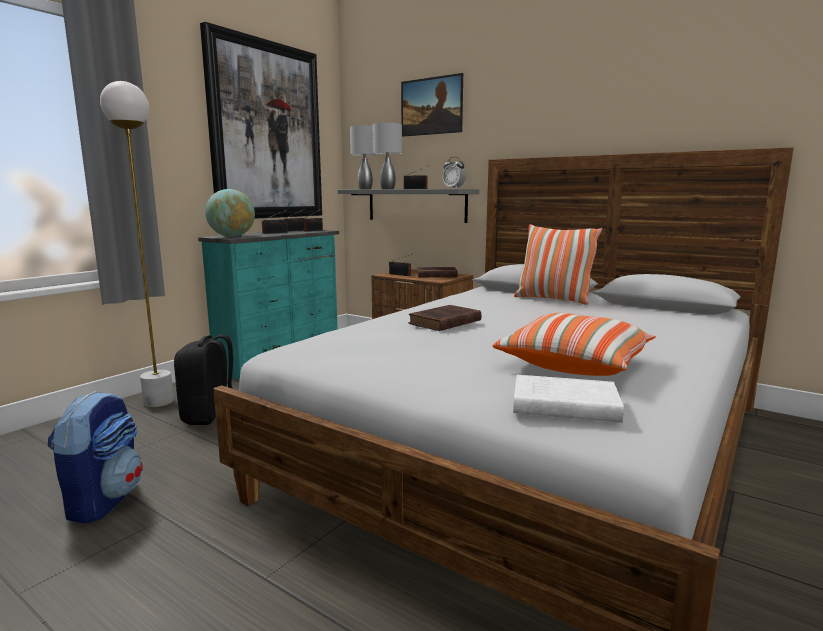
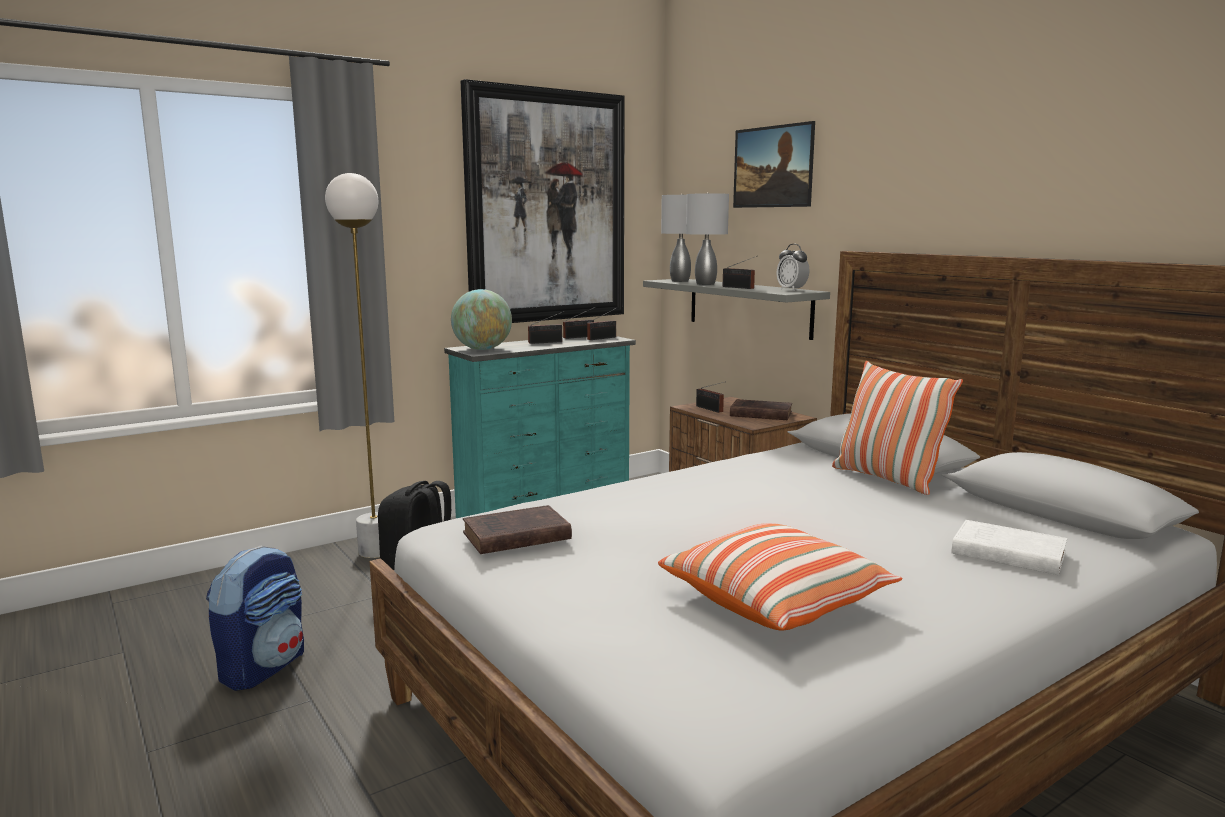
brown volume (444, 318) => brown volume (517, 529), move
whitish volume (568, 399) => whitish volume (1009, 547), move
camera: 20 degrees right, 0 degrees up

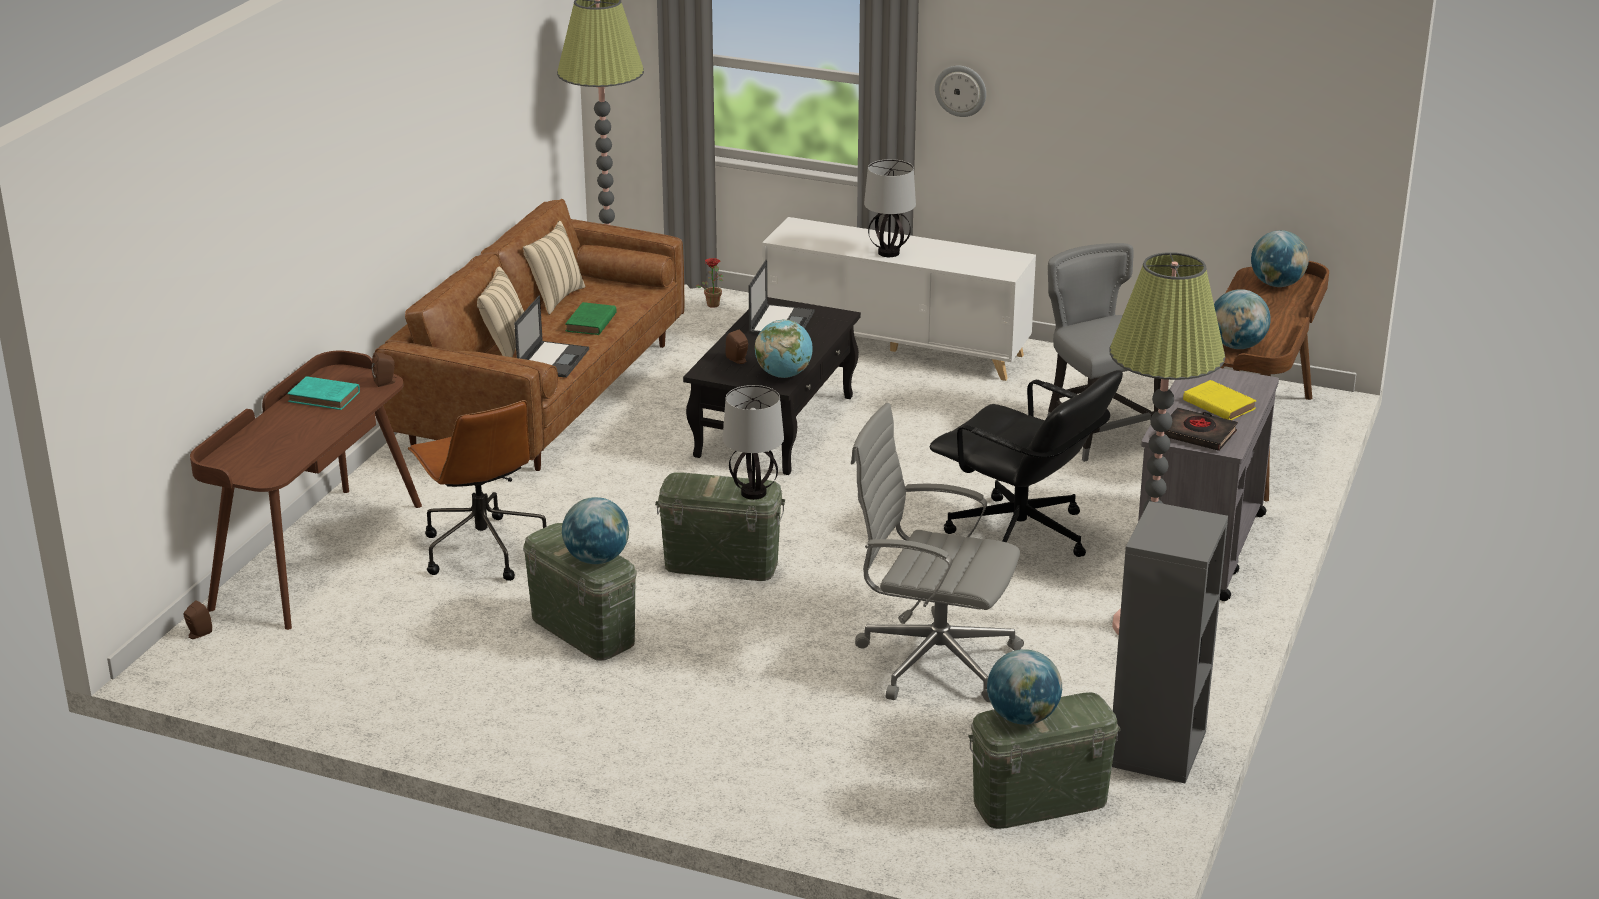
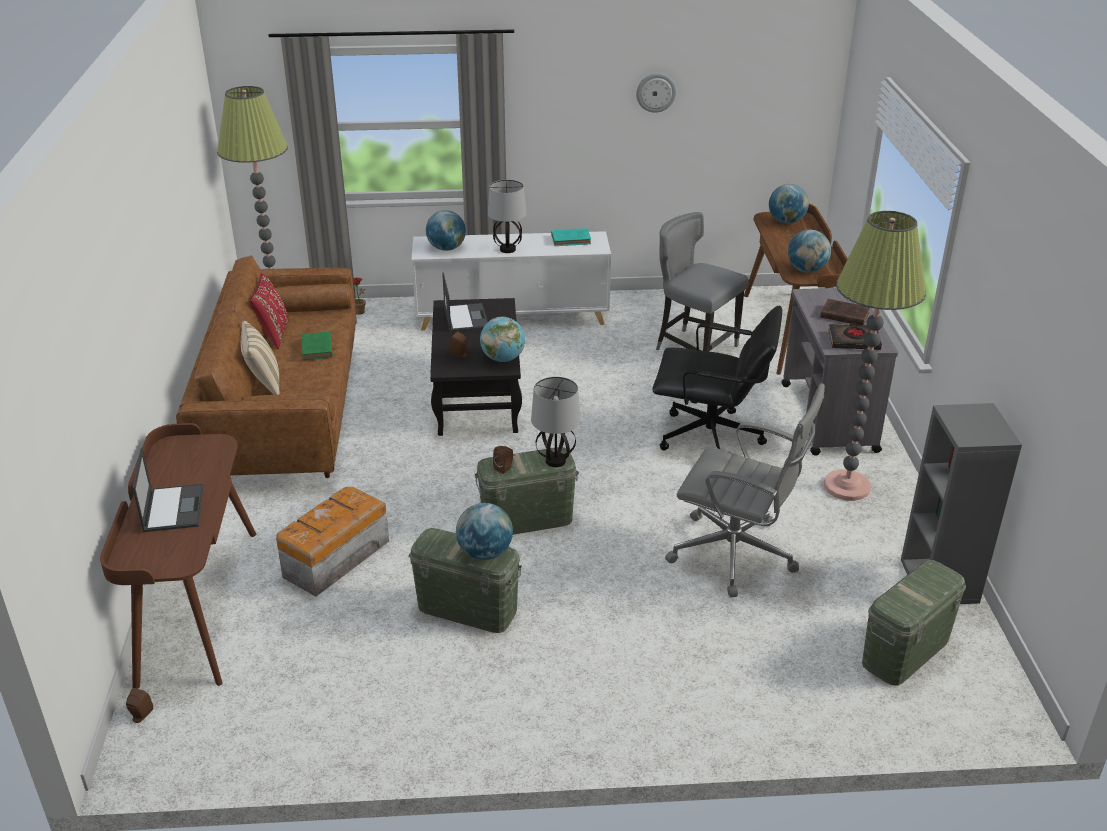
clock on the wall (960, 91) => clock on the wall (656, 93), move
beige pillow (554, 267) => red-coloured pillow (269, 311)
portable computer (551, 337) => portable computer (168, 489), move
brown loudspeaker (383, 369) => brown loudspeaker (503, 460), move
blue-green volume (324, 393) => blue-green volume (571, 237), move
yellowish volume (1220, 400) => brown volume (845, 312)
brown computer chair (477, 490) => storage bin (332, 541)
greyish computer chair (937, 552) => greyish computer chair (745, 490), 150 degrees counterclockwise
world globe (1024, 687) => world globe (446, 230), move
camera: 25 degrees left, 5 degrees up

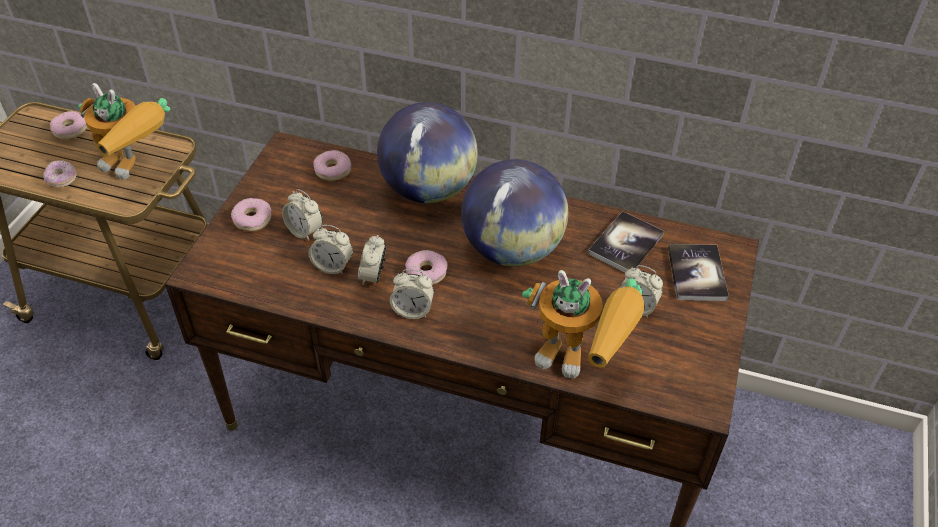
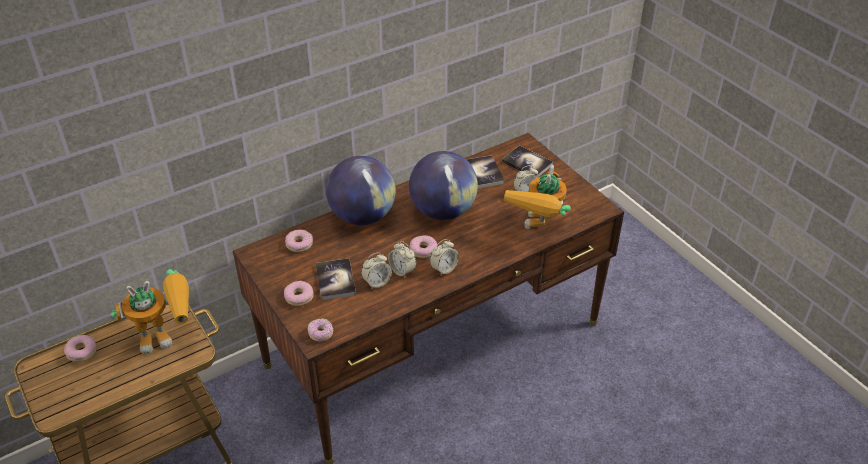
ring doughnut (60, 173) => ring doughnut (320, 330), move
table clock (302, 215) => volume (336, 279)
toy robot (583, 324) => toy robot (537, 197), 135 degrees clockwise
camera: 50 degrees left, 5 degrees down

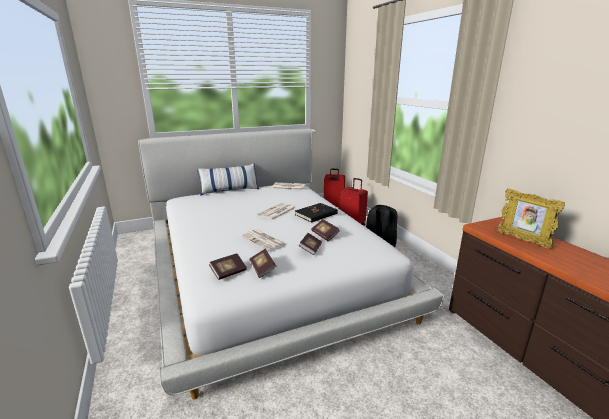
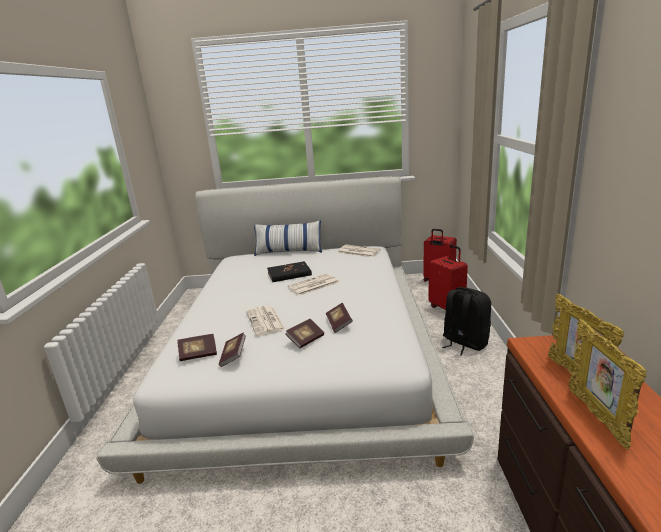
black-coloured volume (316, 213) => black-coloured volume (289, 271), move
nothing => picture frame (607, 384)
camera: 25 degrees right, 0 degrees up

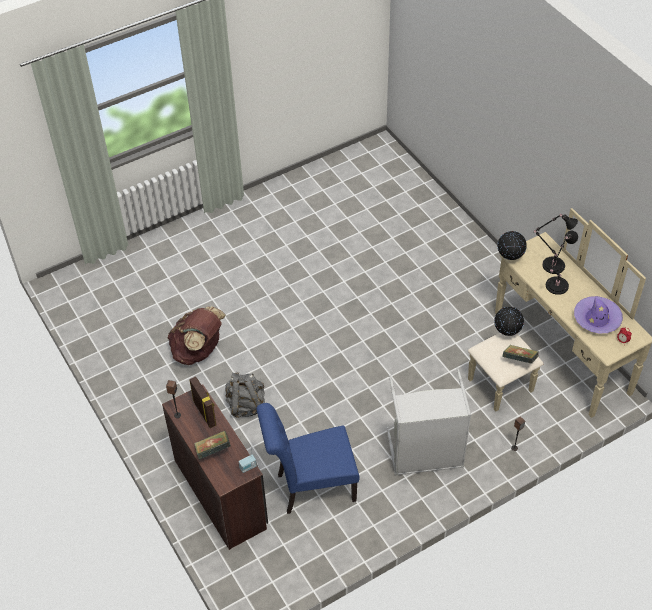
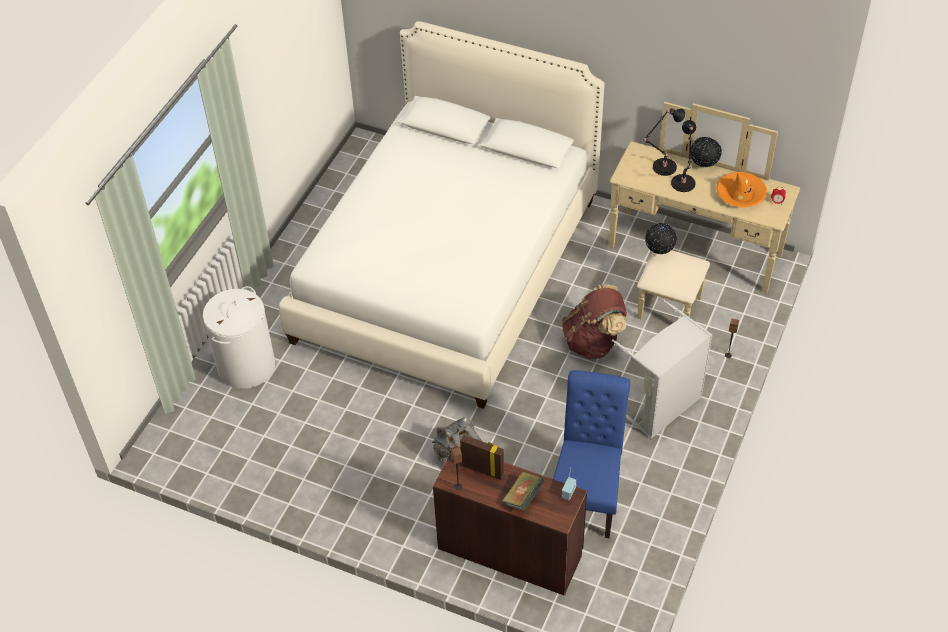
world globe (512, 245) => world globe (706, 152), move
purplish clothing hat (598, 315) => orange-coloured clothing hat (741, 189)
brown backpack (196, 335) => brown backpack (594, 321), move
volume (521, 354) => nothing
blue chair (308, 458) => blue chair (591, 454), 150 degrees clockwise
nothing => whitish sleeping bed (442, 215)
nothing => whitish laundry basket (239, 337)
camera: 35 degrees left, 0 degrees up

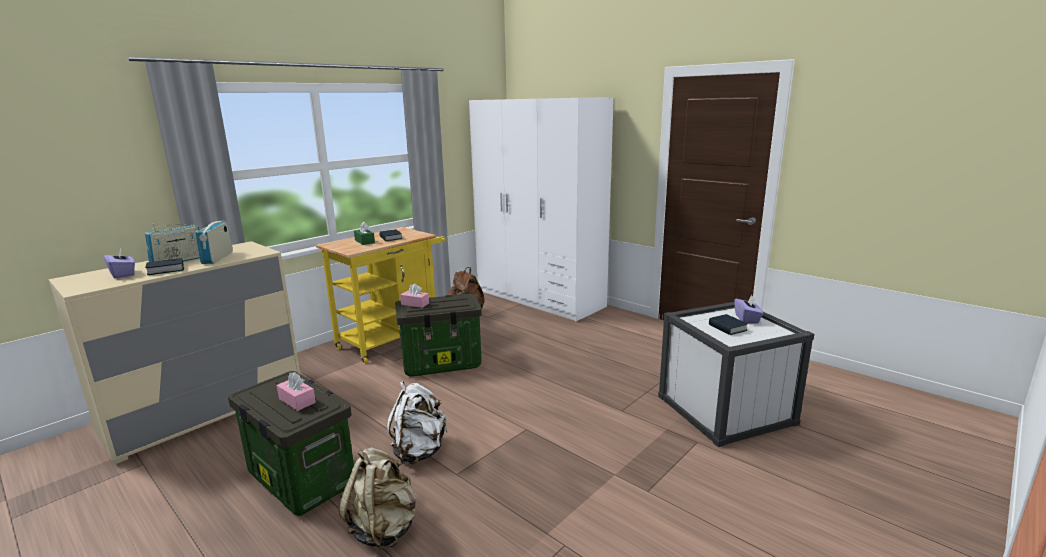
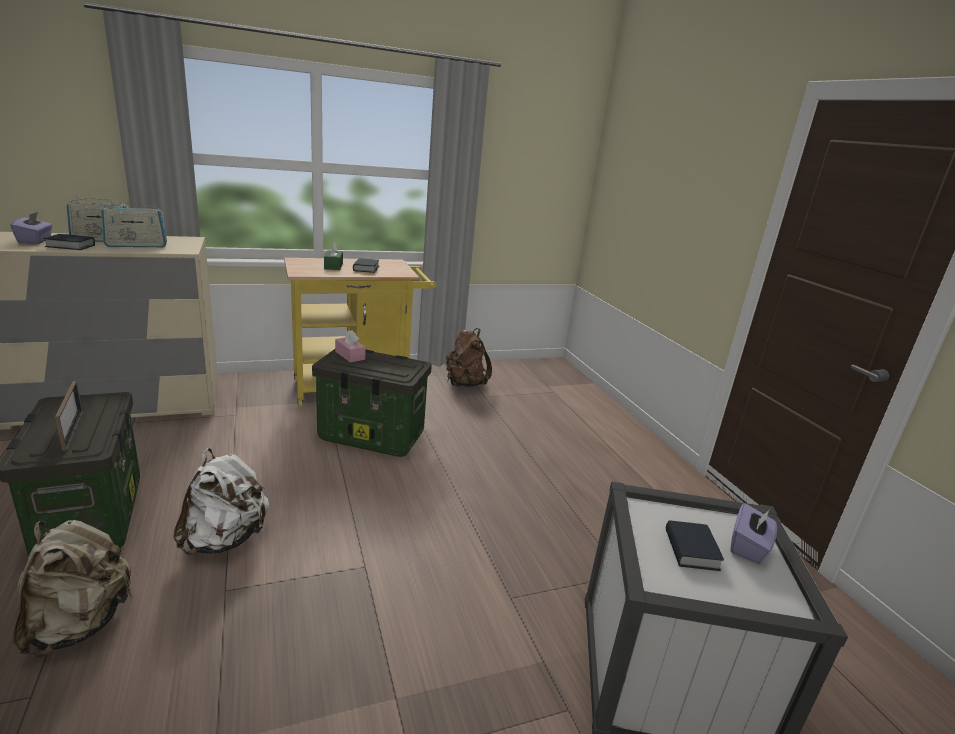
whitish clothes cupboard (541, 209) => nothing
radio set (214, 240) => radio set (134, 223), 135 degrees counterclockwise
pink tissue box (296, 391) => picture frame (69, 416)
camera: 25 degrees right, 5 degrees up

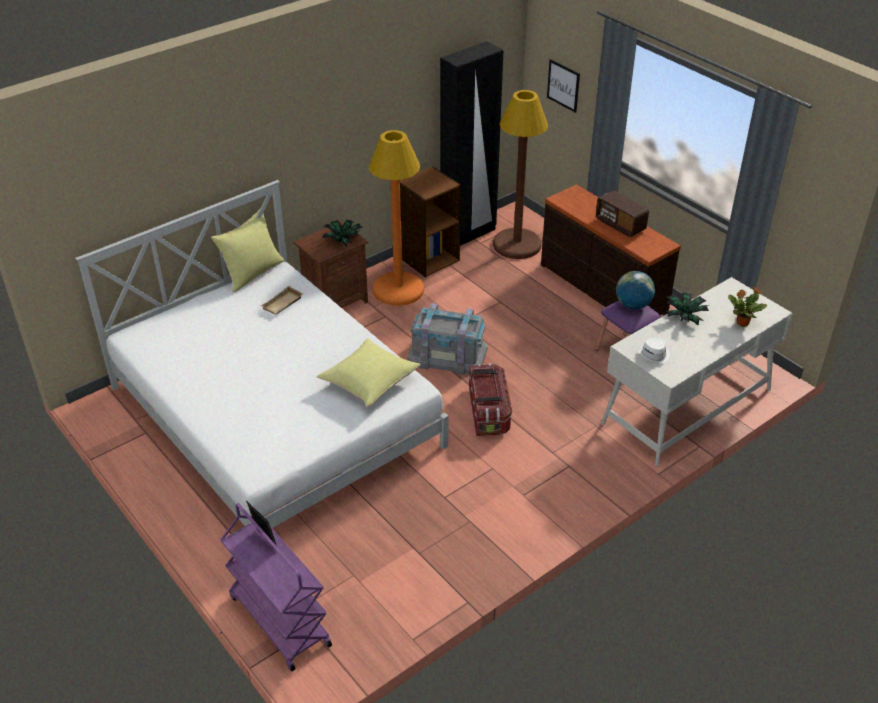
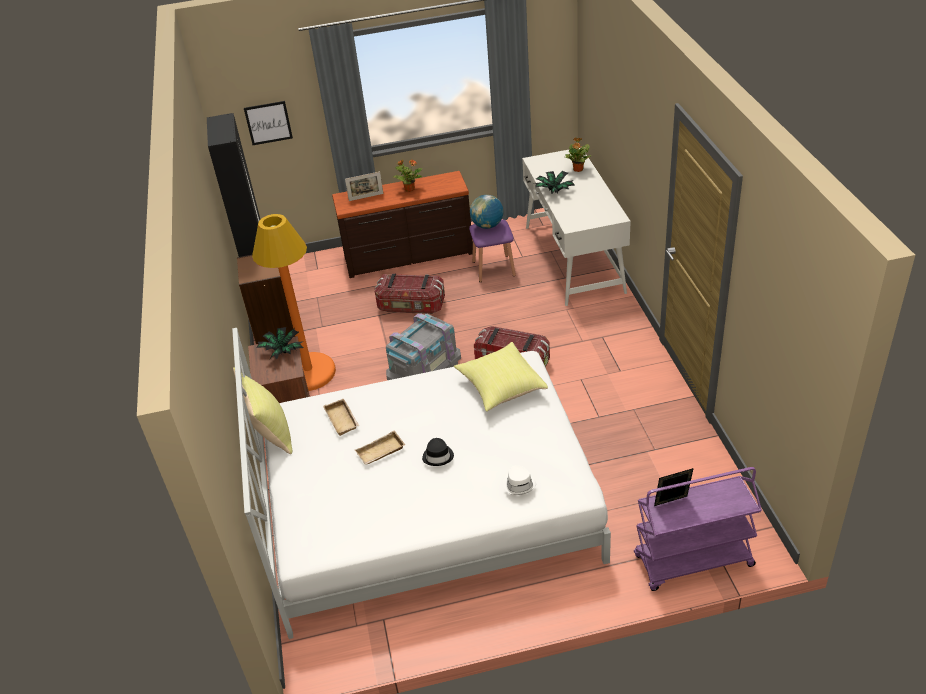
brown standard lamp (520, 174) => nothing
radio set (622, 213) => plant in a pot (408, 175)
whitish clothing hat (654, 351) => whitish clothing hat (519, 480), move
nothing => picture frame (364, 186)
nothing => storage bin (410, 293)
nothing => beige tray (380, 447)
nothing => black-coloured clothing hat (438, 452)
camera: 60 degrees left, 0 degrees up

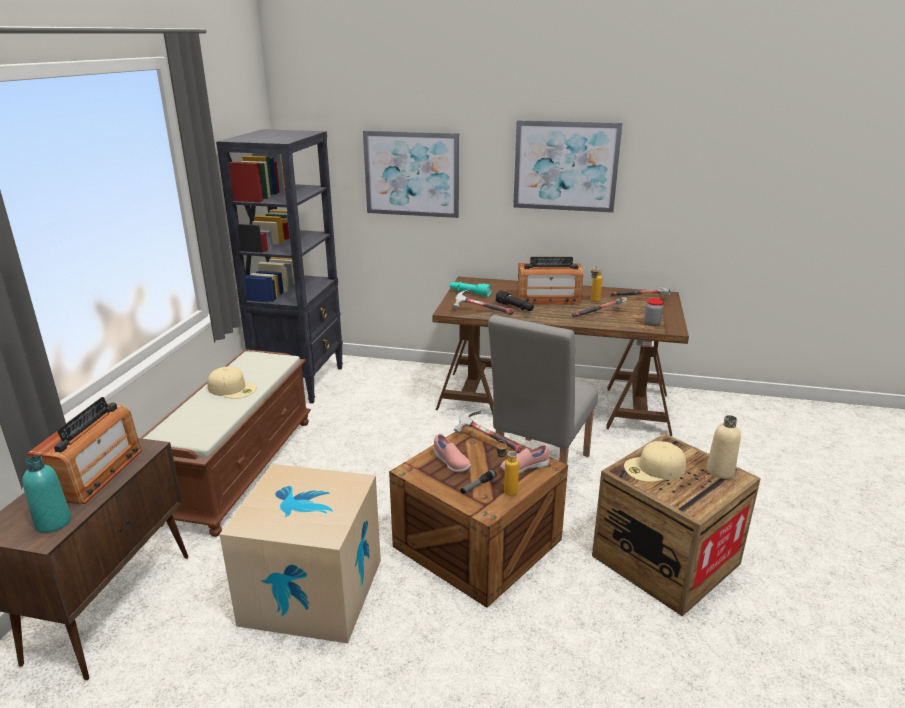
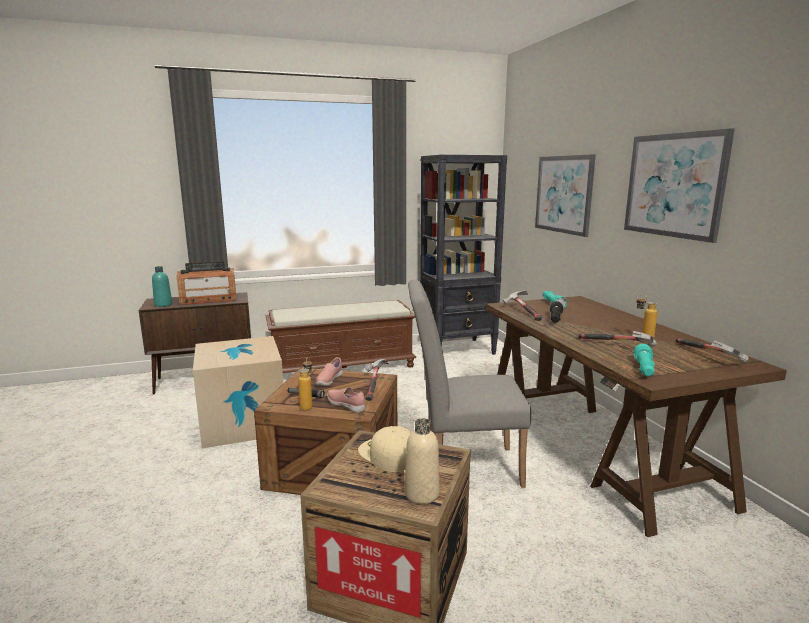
radio set (550, 280) => nothing
jar (654, 312) => blue-green torch (644, 360)
beige cap (232, 383) => nothing
camera: 60 degrees right, 10 degrees down

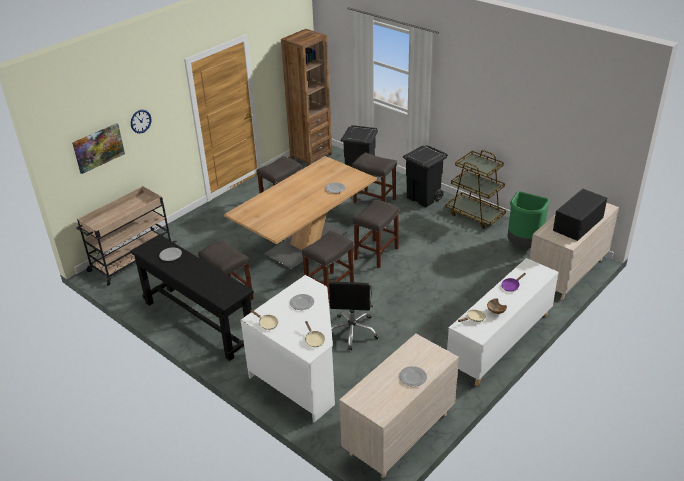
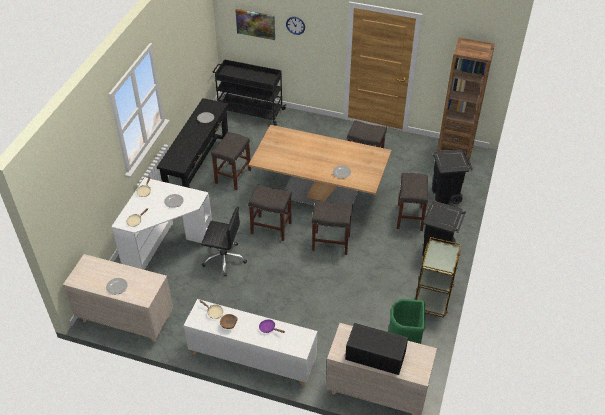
beige trolley (126, 235) => black-coloured trolley (249, 92)
black-coloured computer chair (354, 316) => black-coloured computer chair (224, 241), 150 degrees counterclockwise
camera: 65 degrees right, 10 degrees up

